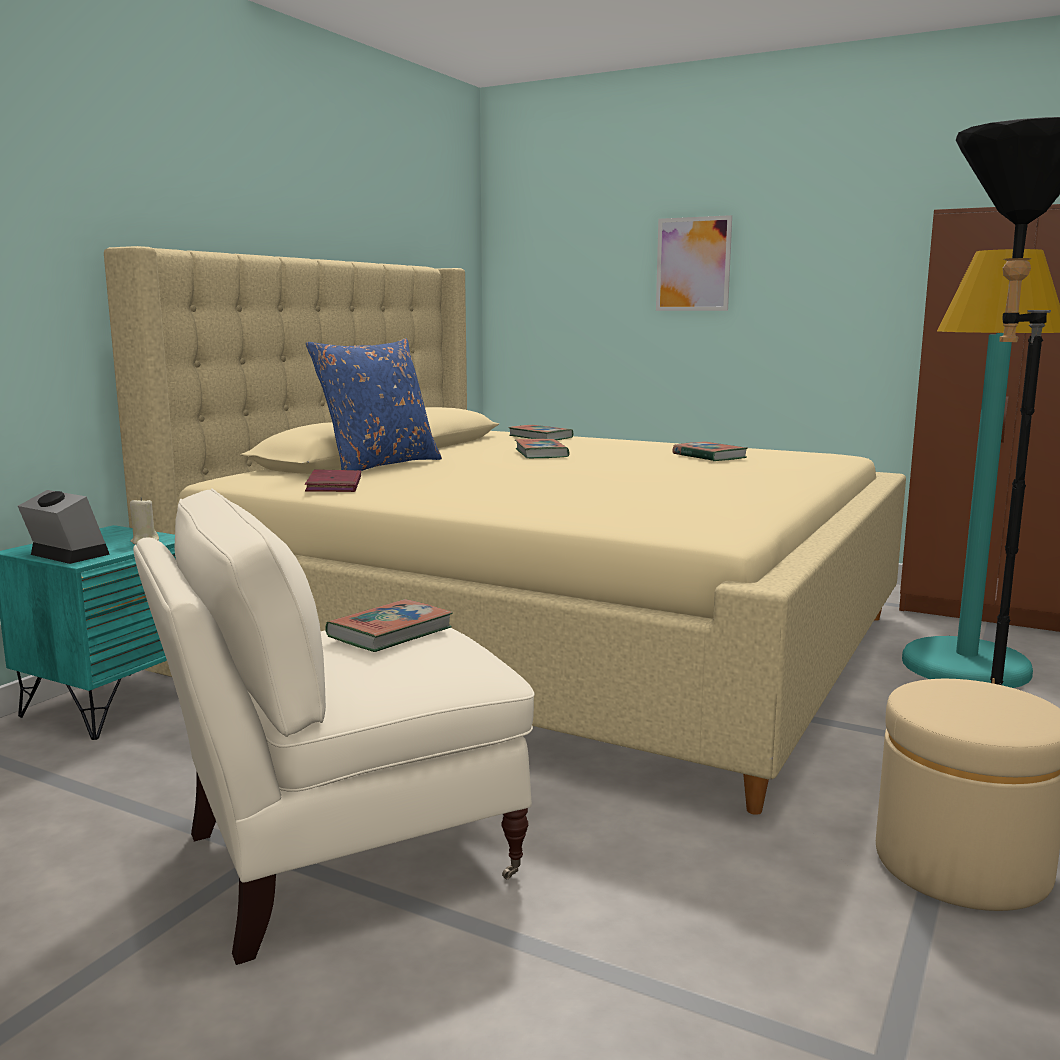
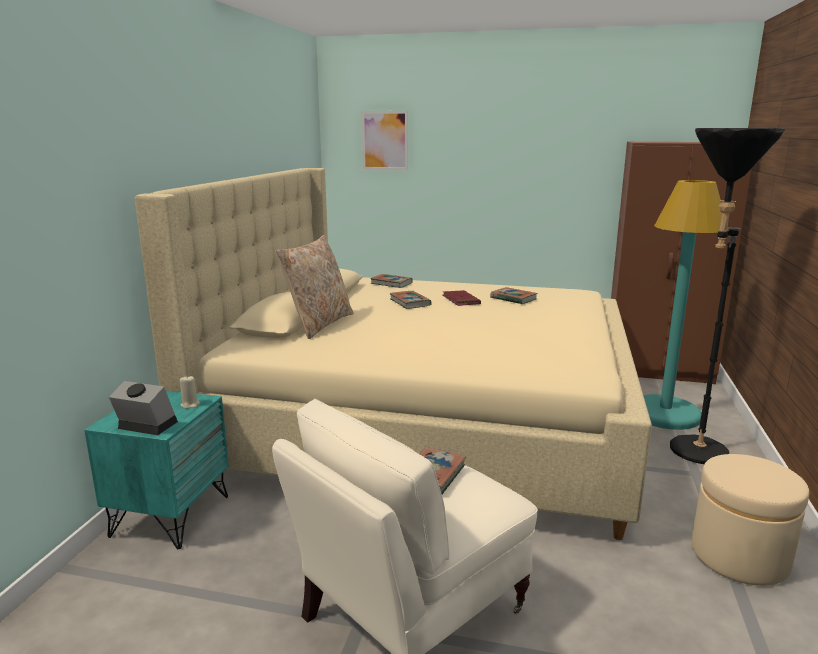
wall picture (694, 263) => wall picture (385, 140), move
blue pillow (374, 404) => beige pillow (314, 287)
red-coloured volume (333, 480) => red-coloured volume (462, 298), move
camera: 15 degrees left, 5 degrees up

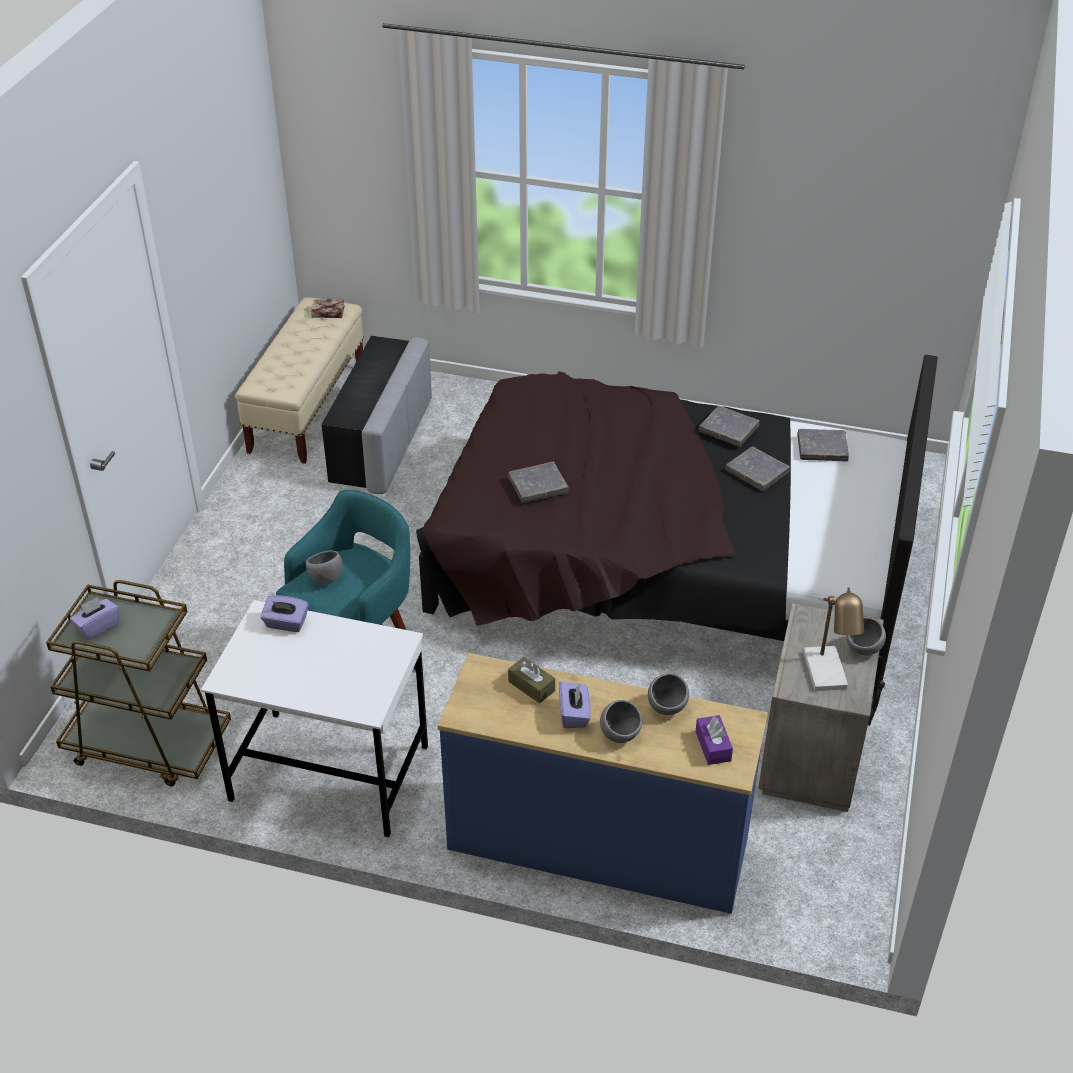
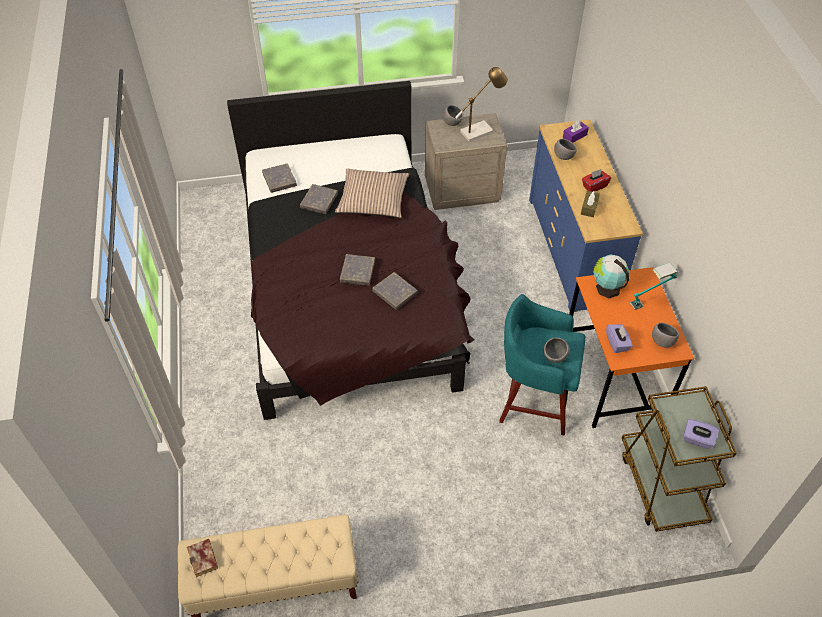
greyish ottoman (376, 415) => nothing
greyish volume (729, 426) => greyish volume (357, 270), move
whitish desk table (314, 718) => orange-coloured desk table (632, 347)
purplish tissue box (575, 705) => red-coloured tissue box (596, 180)
greyish serving bowl (621, 721) => greyish serving bowl (665, 335), move
nothing => pillow (372, 193)
nothing => world globe (611, 276)
nothing => table lamp (654, 286)
camera: 115 degrees left, 10 degrees up

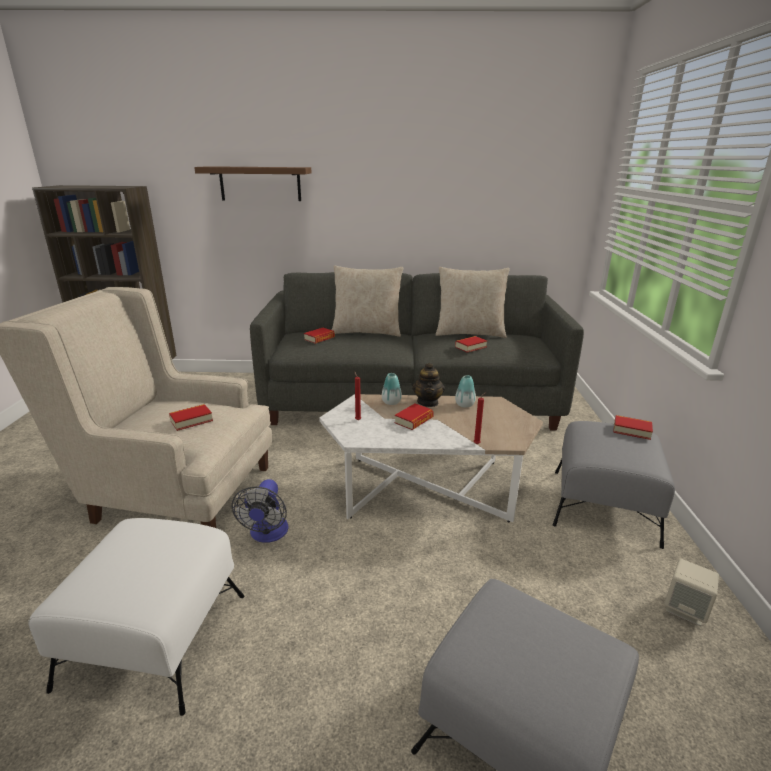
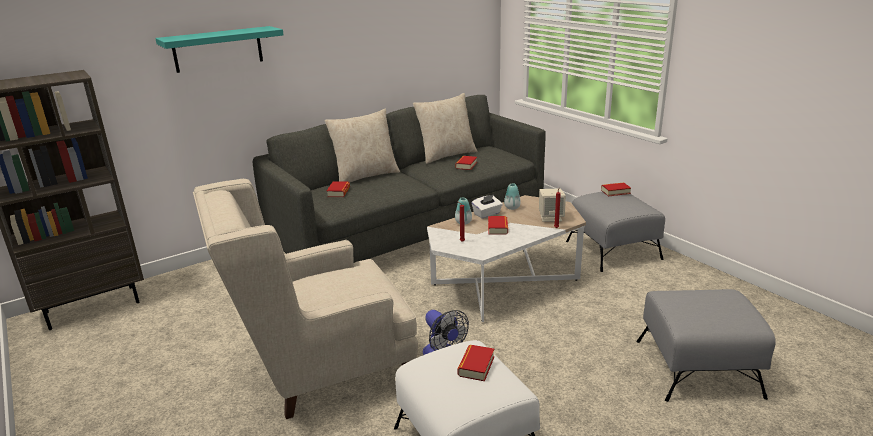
brown bracket shelf (253, 183) => blue-green bracket shelf (219, 49)
pot for tea (428, 385) => whitish tissue box (487, 207)
volume (191, 417) => volume (475, 363), move
beige loudspeaker (692, 592) => beige loudspeaker (552, 205), move
camera: 35 degrees left, 0 degrees up

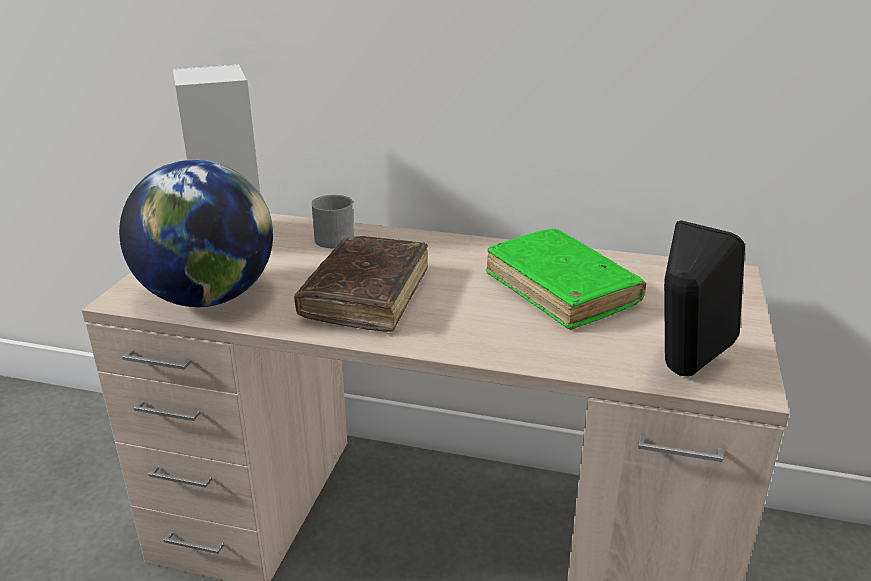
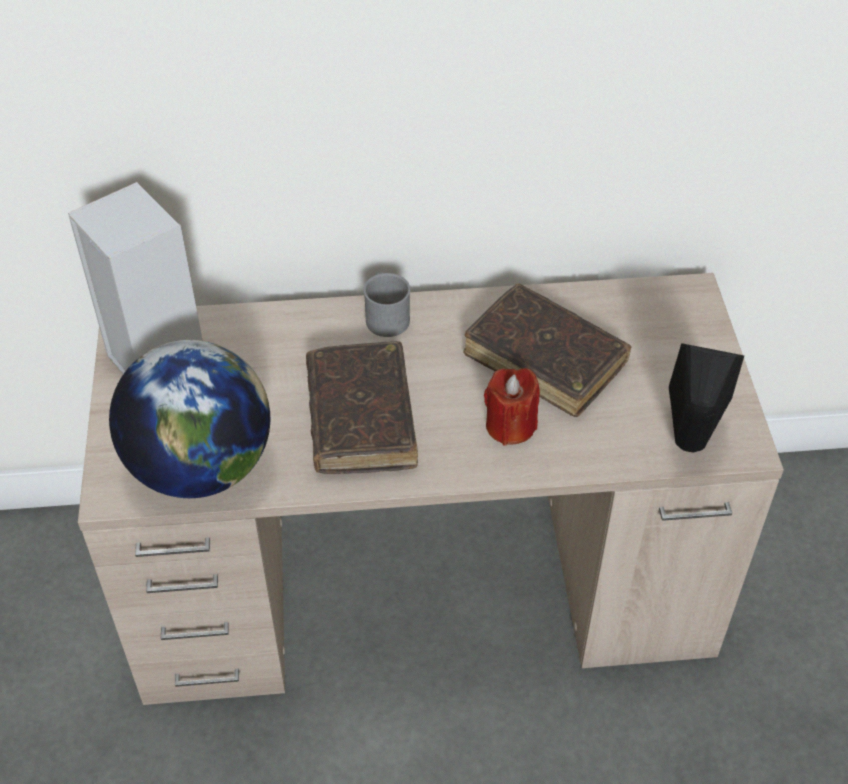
greyish coffee mug (332, 221) => greyish coffee mug (386, 304), move
green-coloured volume (566, 279) => brown volume (547, 350)
nothing => red-coloured wax light (512, 407)
camera: 20 degrees left, 20 degrees up

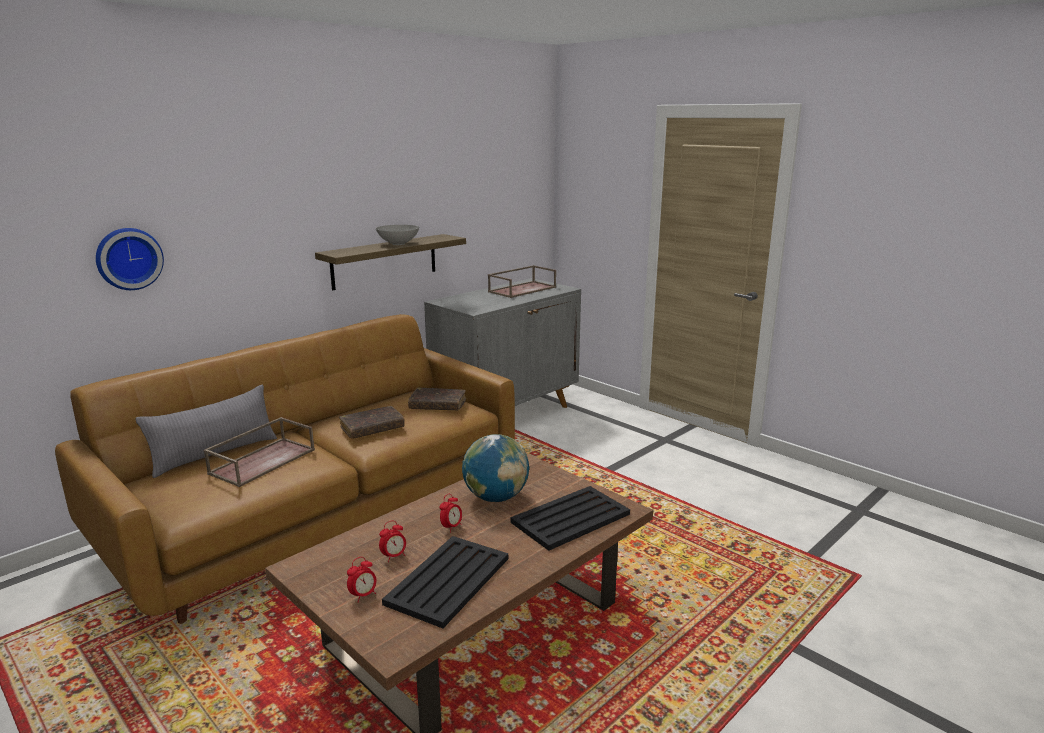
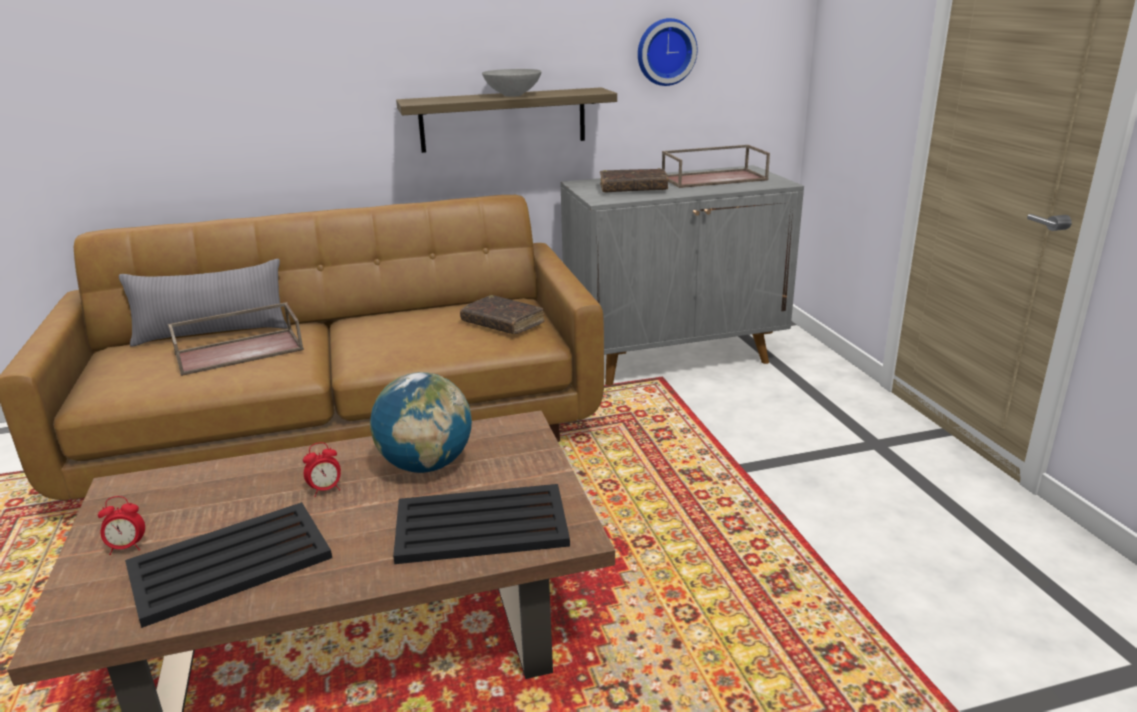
clock on the wall (130, 259) => clock on the wall (667, 52), move
brown volume (372, 422) => brown volume (634, 180), move
table clock (392, 541) => nothing
camera: 30 degrees right, 5 degrees up

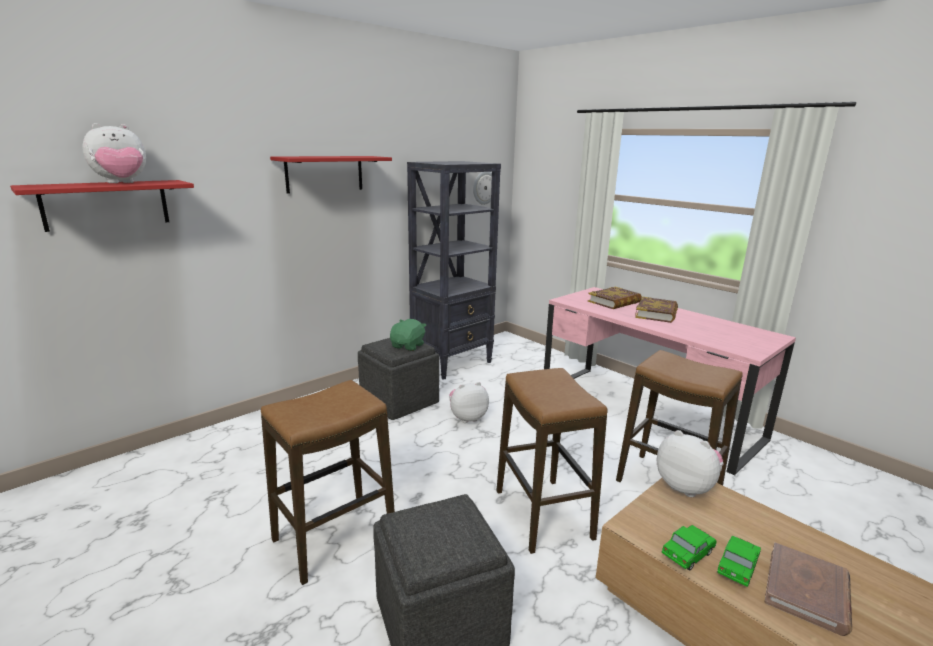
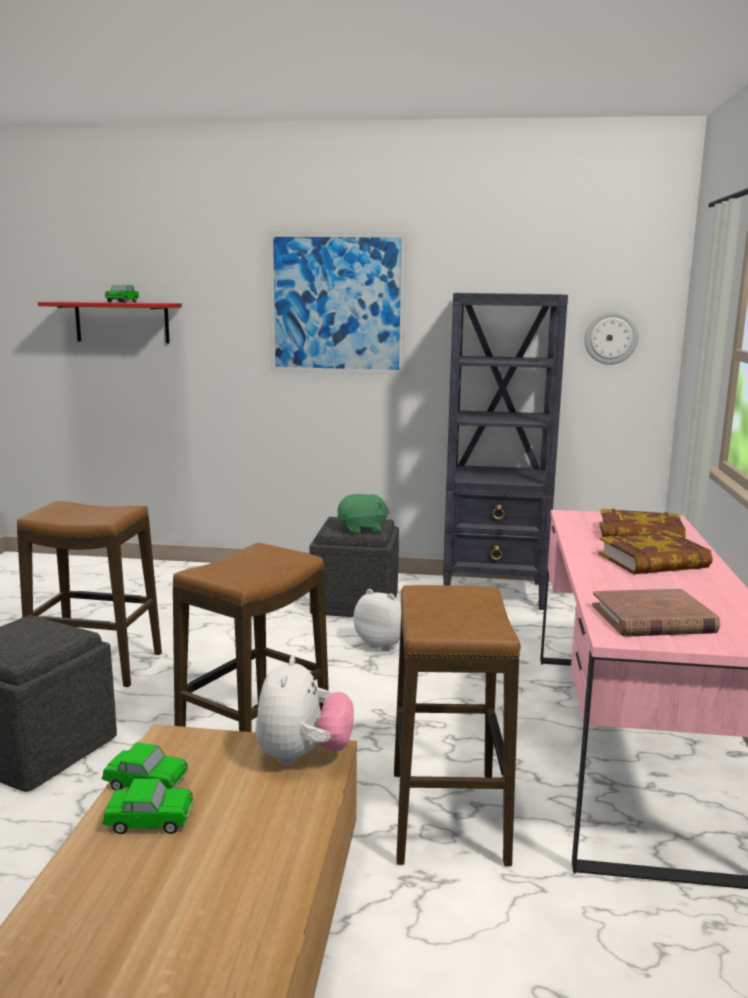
plush toy (114, 153) => miniature car (122, 294)
red-coloured bracket shelf (331, 175) => wall picture (337, 303)
brown volume (808, 589) => brown volume (656, 613), move
camera: 50 degrees right, 5 degrees down

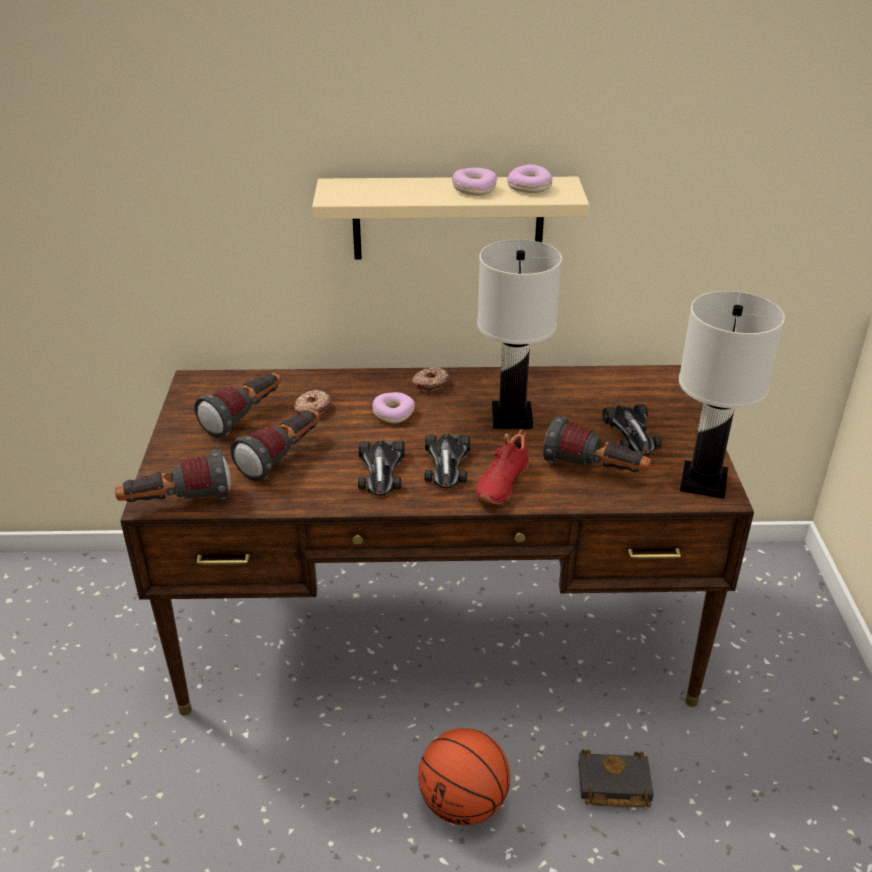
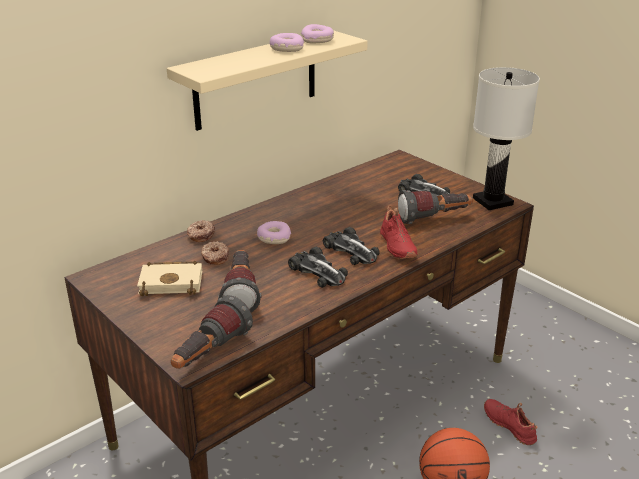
whitish table lamp (519, 334) => nothing
ring doughnut (431, 380) => ring doughnut (201, 231), move
torch (237, 405) => beige volume (169, 278)
black-coloured volume (616, 778) => red-coloured item of footwear (511, 422)
camera: 40 degrees left, 5 degrees down

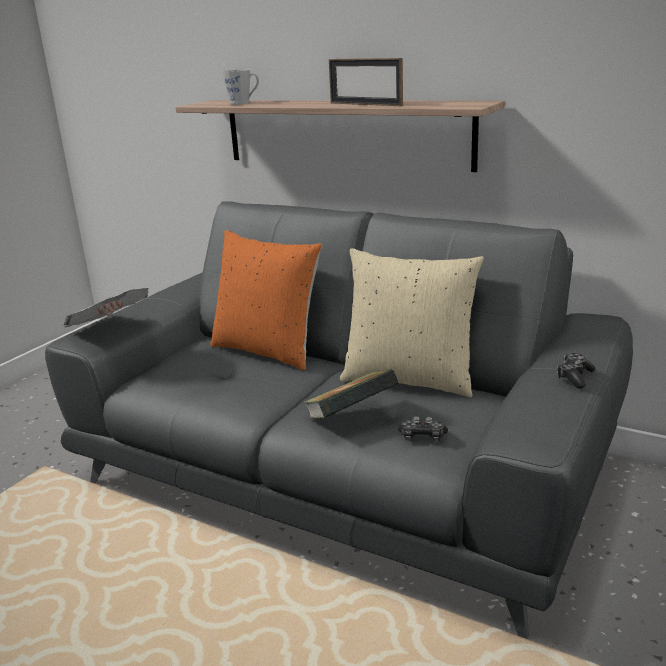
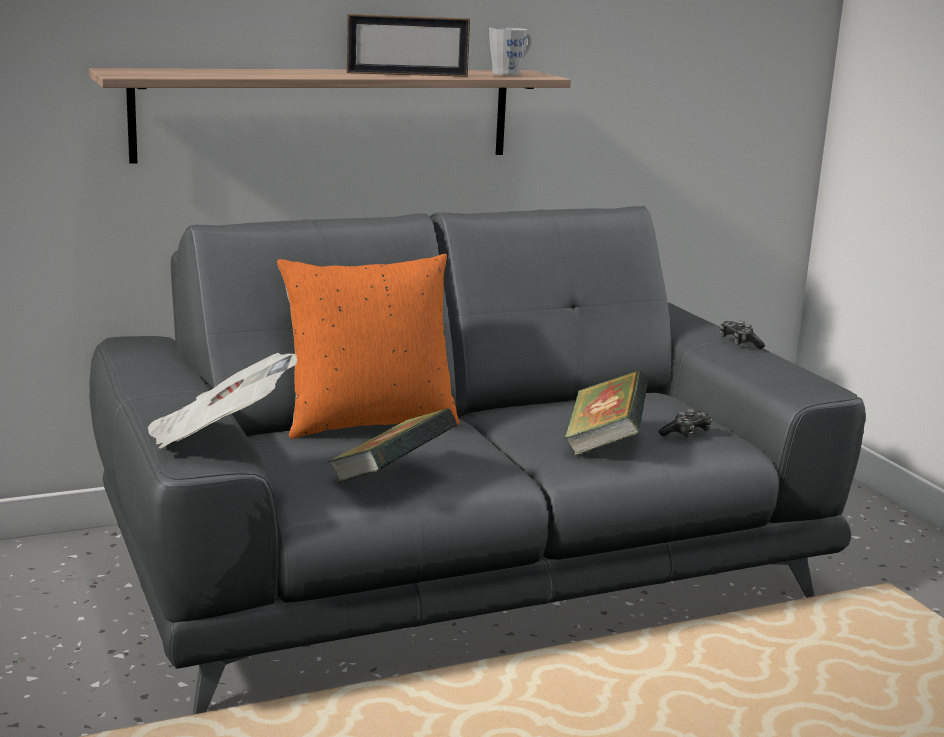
greyish coffee mug (240, 87) => greyish coffee mug (510, 51), move
beige pillow (412, 323) => nothing
nothing => volume (392, 445)
camera: 55 degrees left, 5 degrees down

